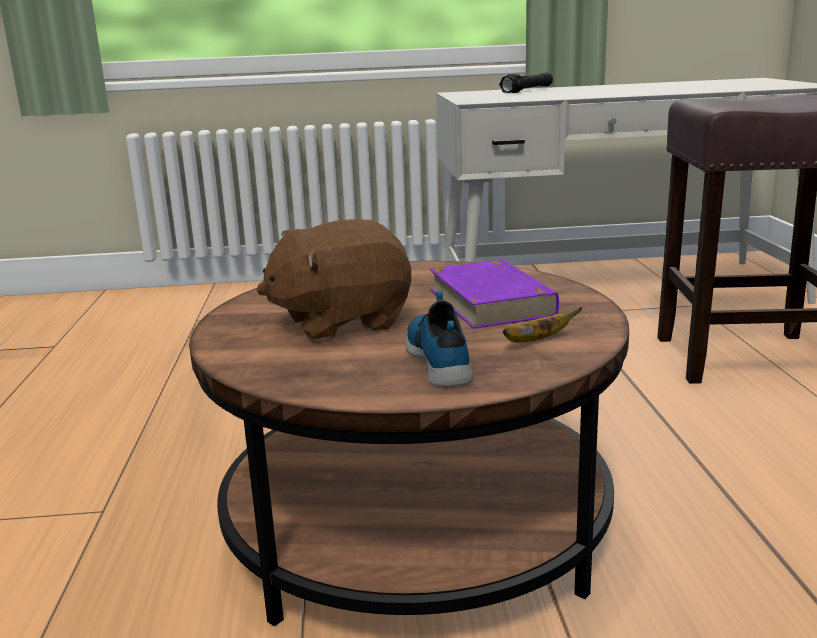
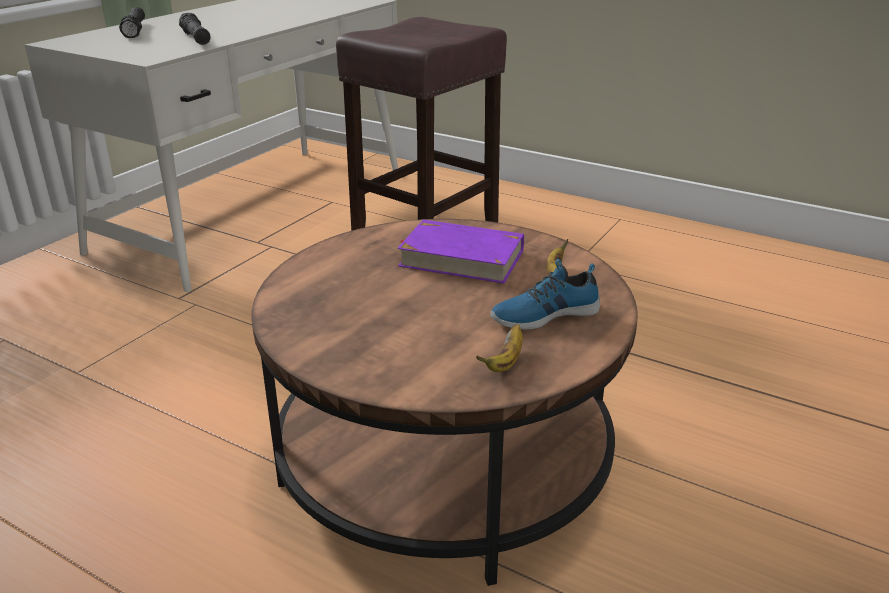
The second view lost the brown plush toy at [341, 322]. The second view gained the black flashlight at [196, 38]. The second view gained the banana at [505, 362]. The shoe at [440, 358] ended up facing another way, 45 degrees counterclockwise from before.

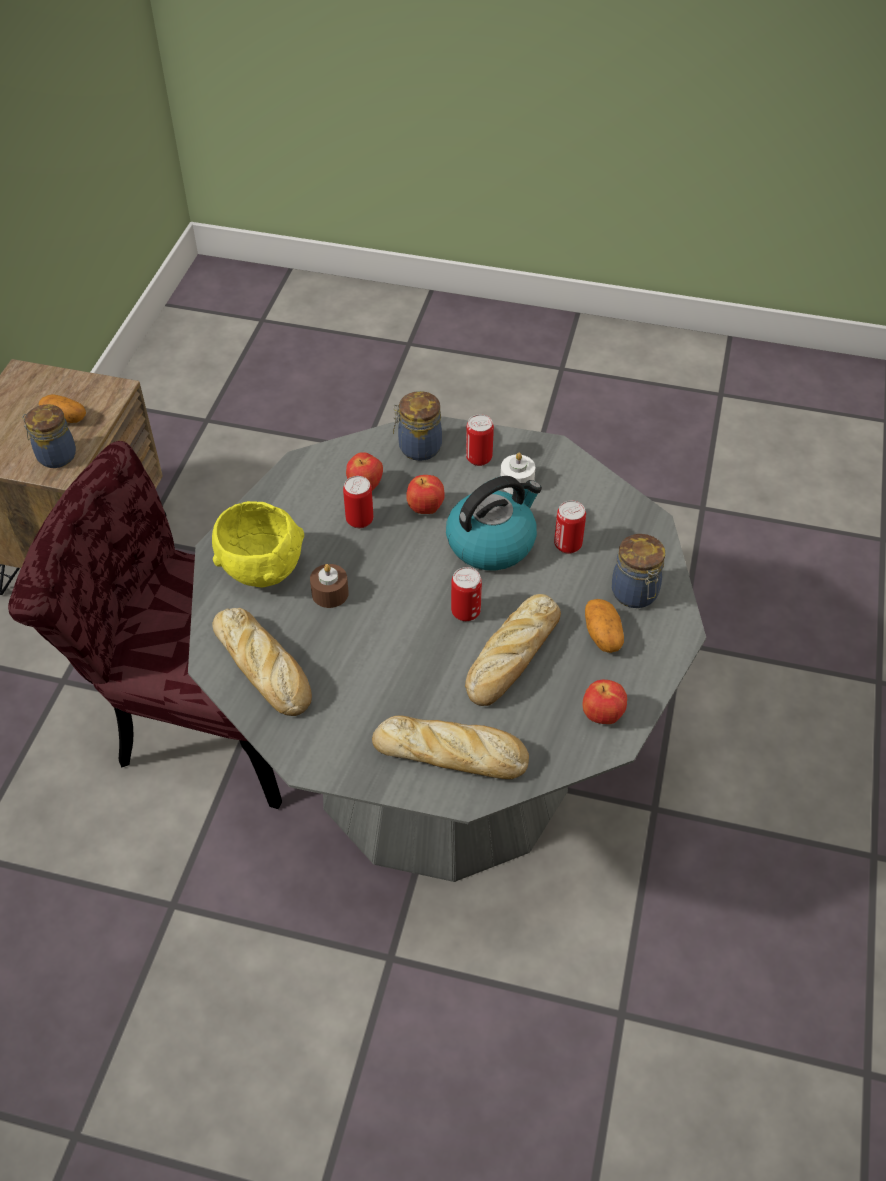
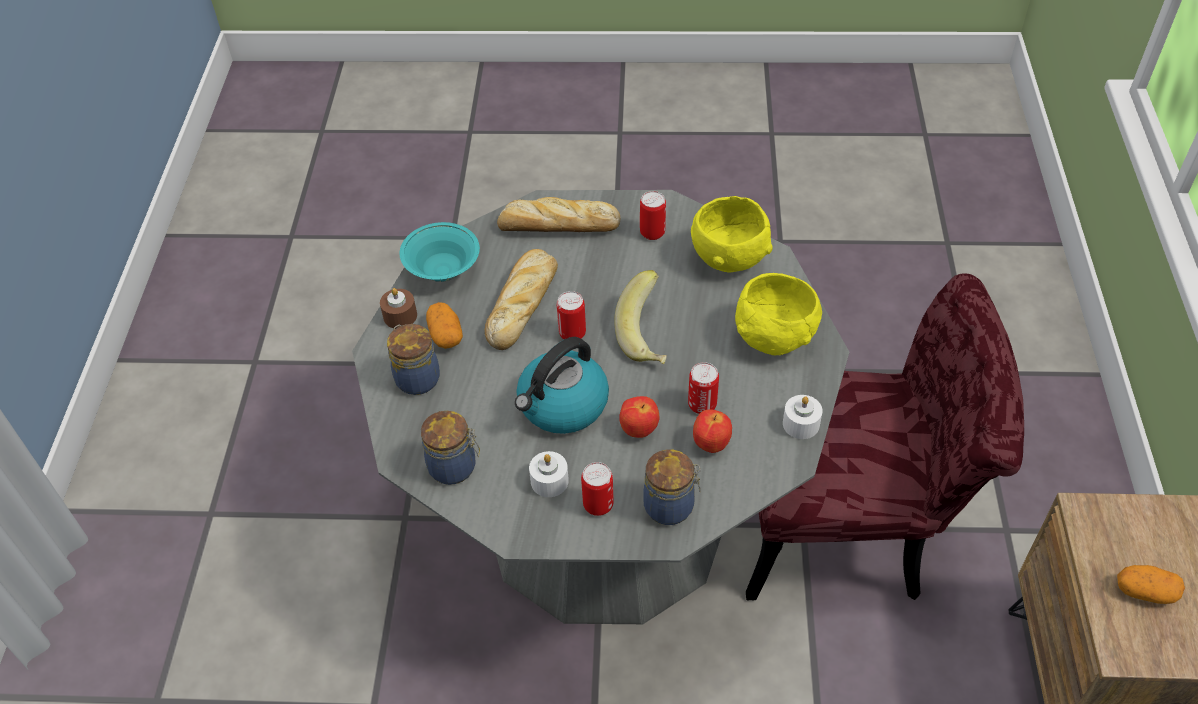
The second view gained the banana at [649, 336]. The second view gained the white candle at [801, 424]. The jar ended up elsewhere, having gone from [55, 456] to [454, 467]. The brown candle ended up elsewhere, having gone from [330, 593] to [400, 316]. The can ended up elsewhere, having gone from [567, 545] to [652, 233]. Where the bread stood at [264, 668], the yellow bowl came to stand at [728, 259]. Where the apple stood at [602, 716], the turquoise bowl came to stand at [443, 271].

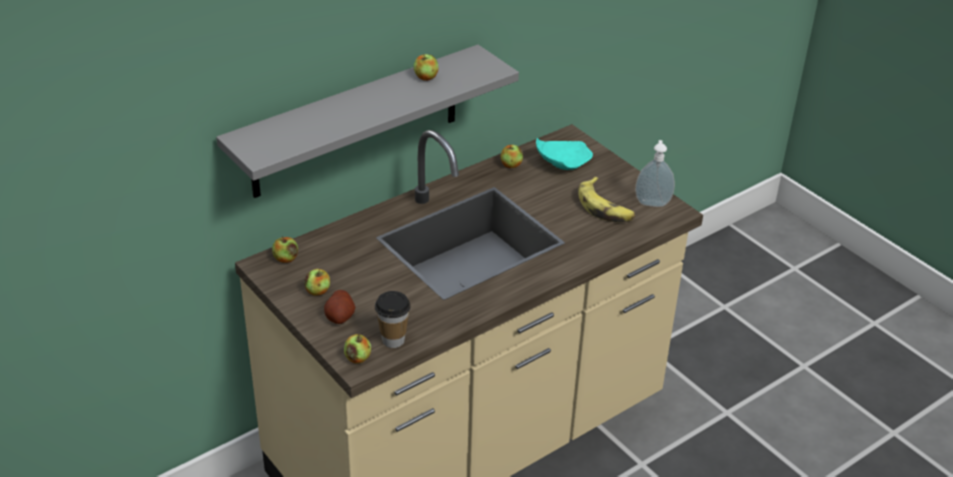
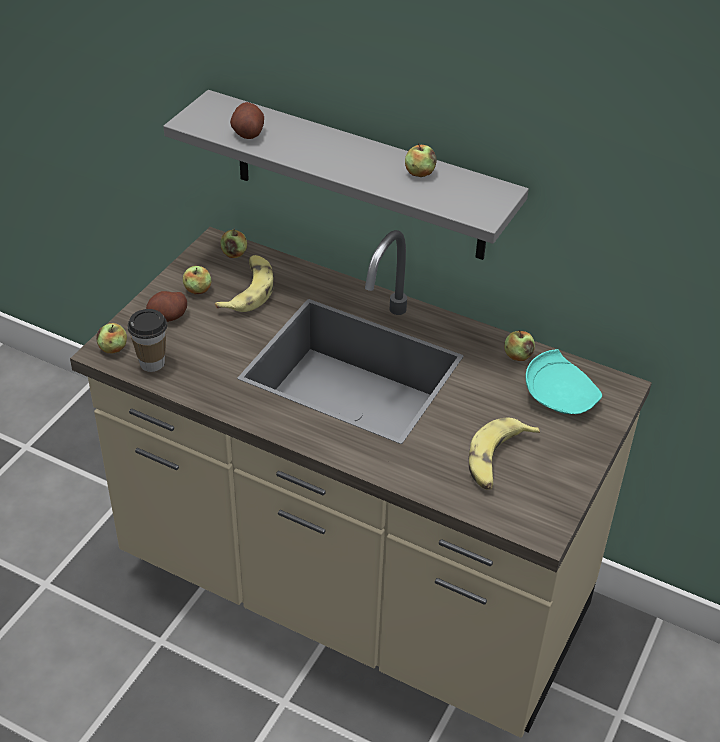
The second view lost the soap dispenser at [652, 202]. The second view gained the banana at [248, 291]. The second view gained the potato at [248, 133].

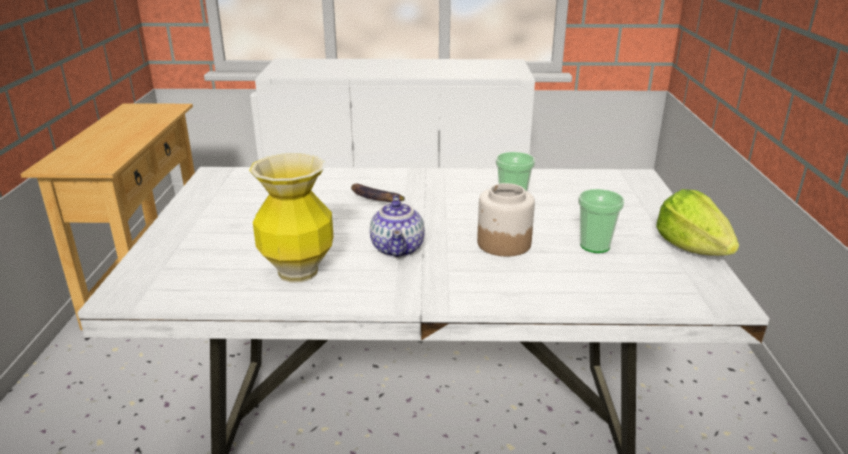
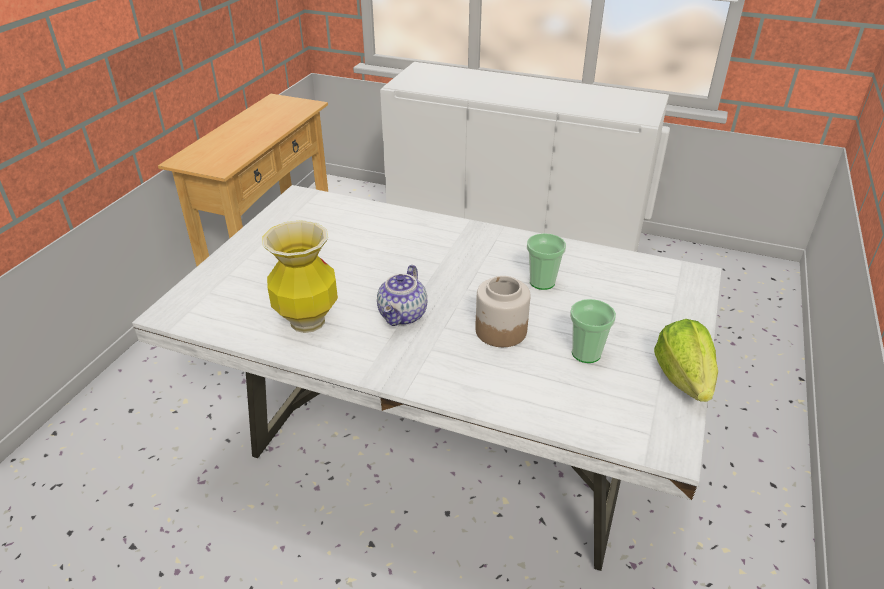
The second view lost the banana at [374, 198].

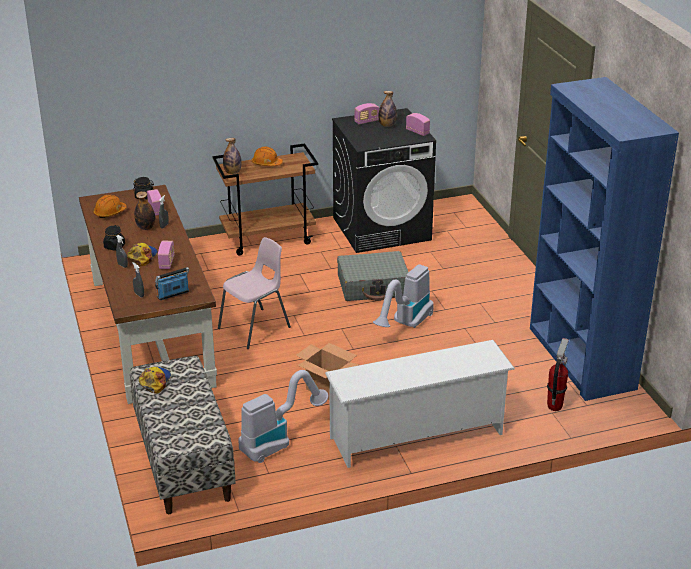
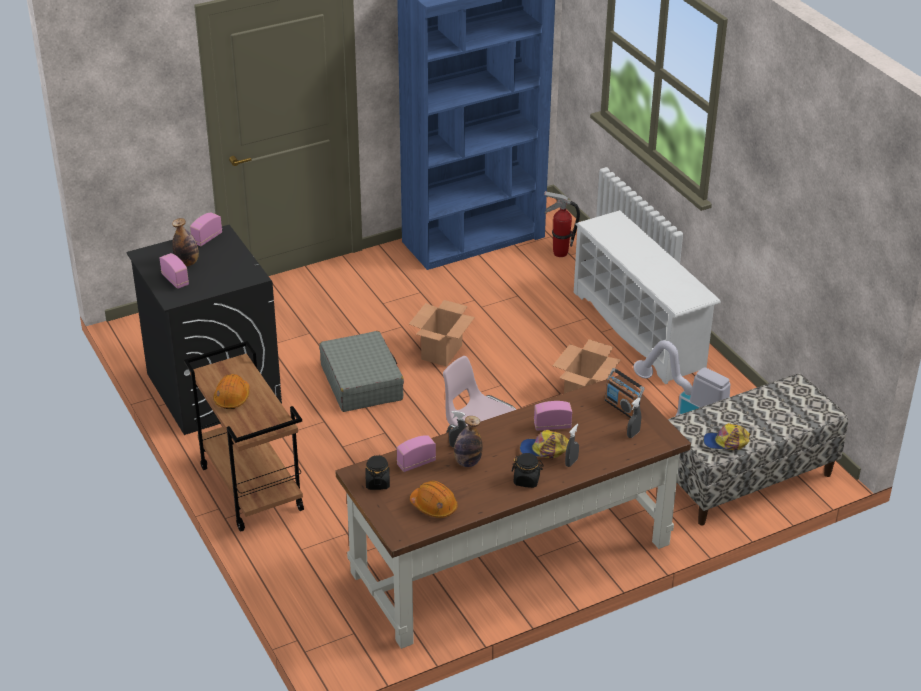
The second view lost the bottle at [232, 172]. Where the vacuum cleaner stood at [405, 325], the cardboard box came to stand at [441, 352].

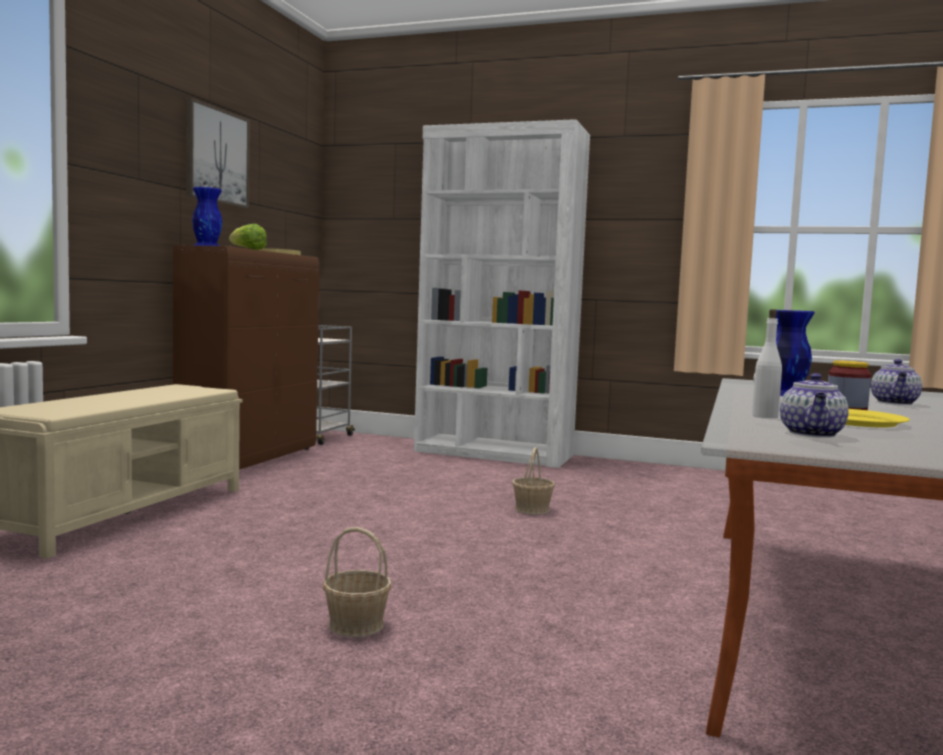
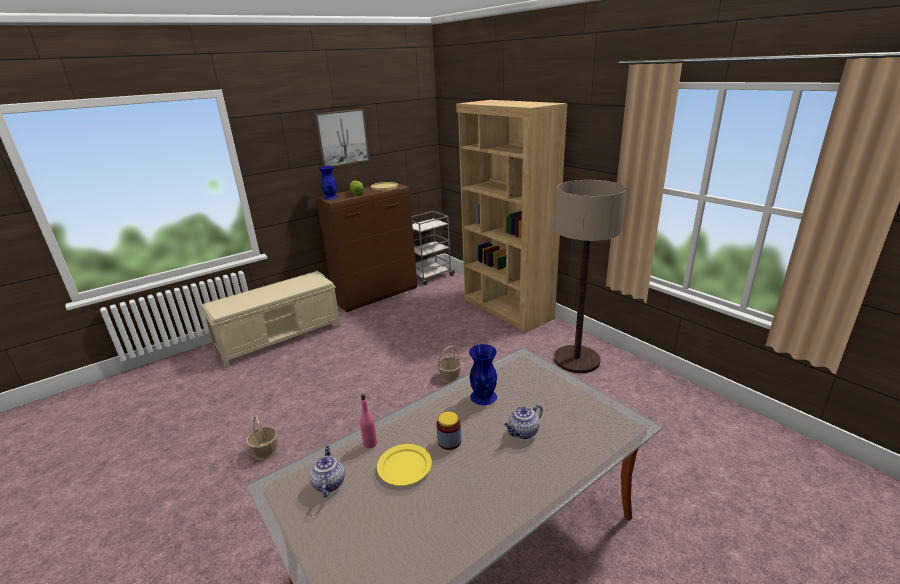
The second view gained the floor lamp at [576, 360]. What was the white bookcase at [494, 453] turned into the brown bookcase at [507, 309]. What was the white bottle at [764, 416] turned into the pink bottle at [370, 443]. The teapot at [812, 434] ended up facing another way, 120 degrees clockwise from before.

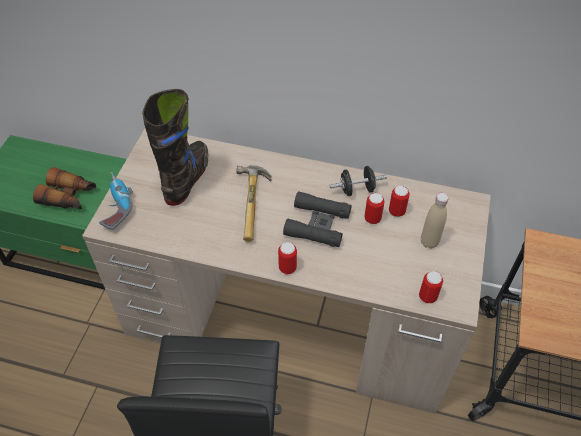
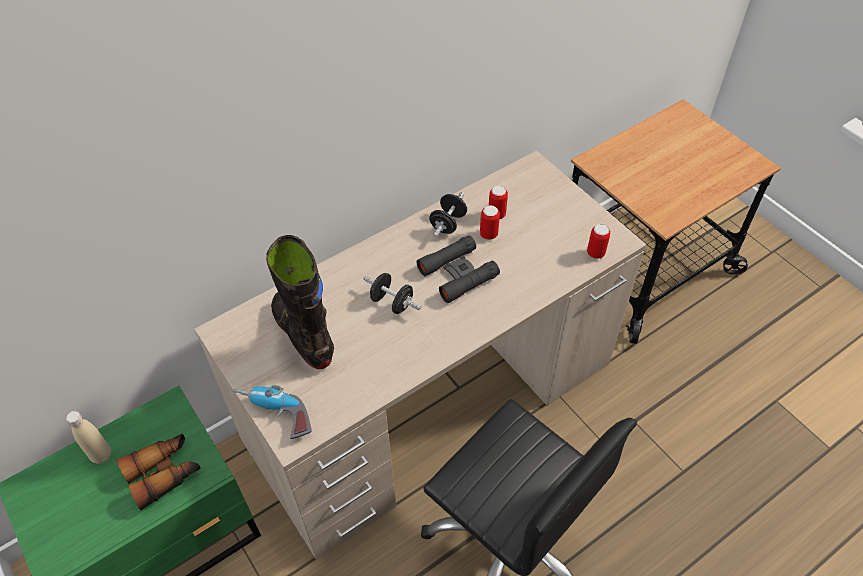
The second view lost the can at [287, 268]. The beige bottle ended up elsewhere, having gone from [429, 242] to [101, 455]. Where the hammer stood at [255, 205], the black dumbbell came to stand at [392, 302].

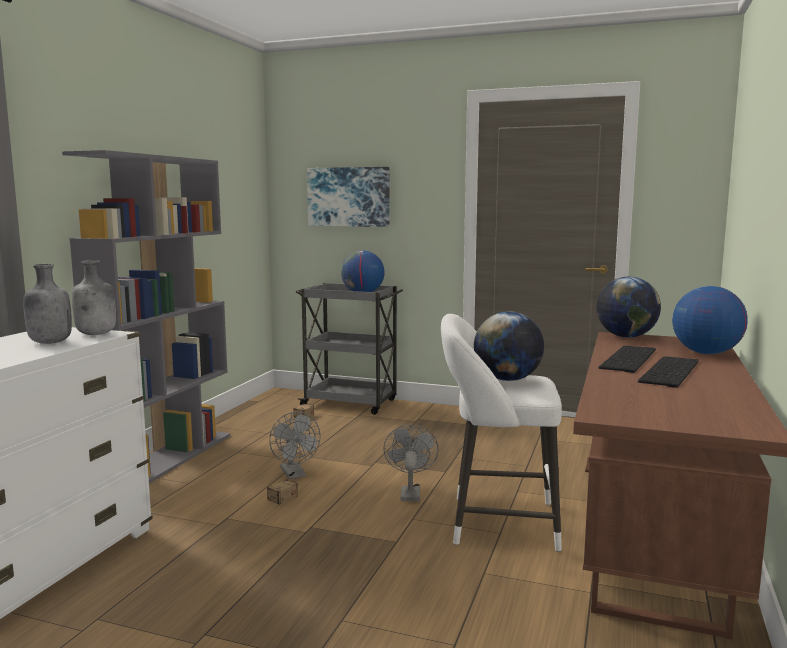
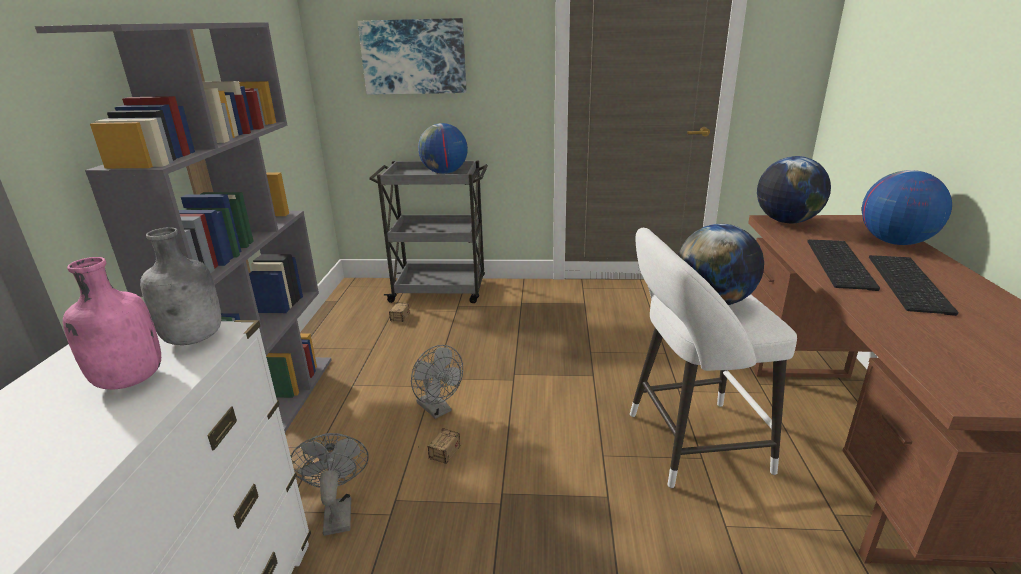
The grey fan ended up elsewhere, having gone from [410, 492] to [337, 511]. What was the grey bottle at [49, 342] turned into the pink bottle at [128, 381].

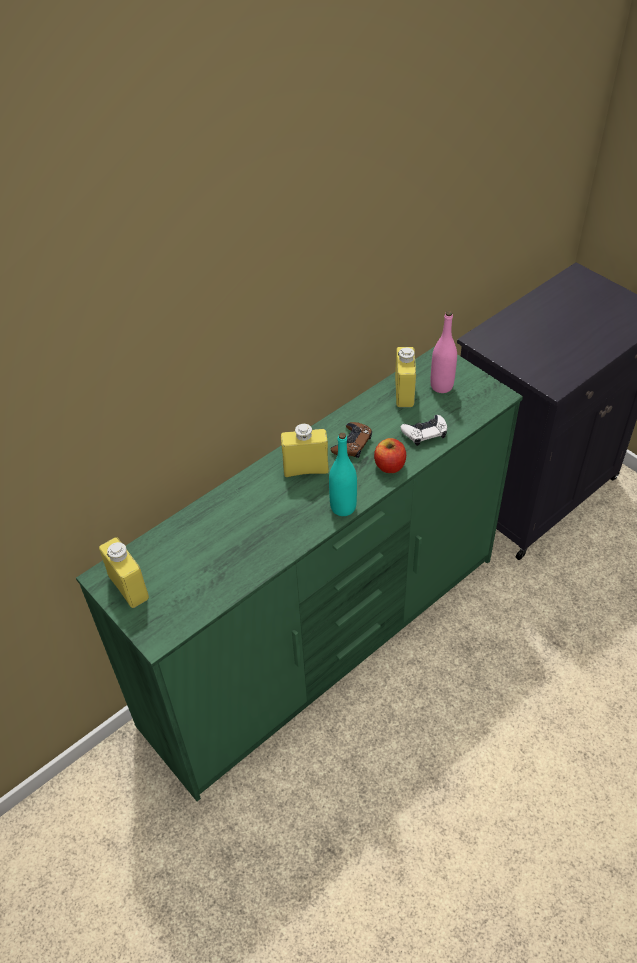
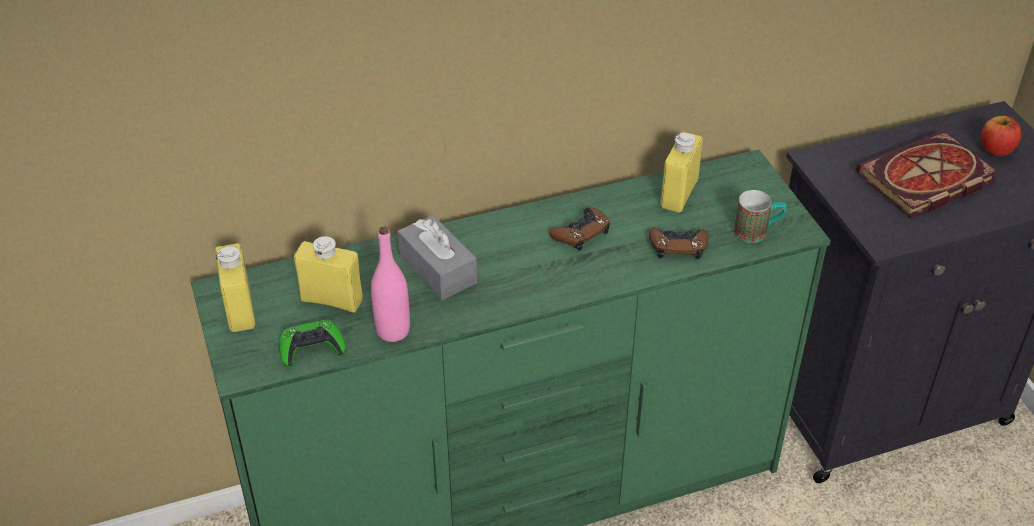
The second view lost the turquoise bottle at [343, 507]. The second view gained the green game controller at [311, 348]. The second view gained the grey tissue box at [438, 269]. The second view gained the mug at [757, 232]. The second view gained the book at [925, 180]. The yellow bottle ended up elsewhere, having gone from [305, 469] to [331, 300]. The apple ended up elsewhere, having gone from [389, 466] to [996, 149]. The pink bottle ended up elsewhere, having gone from [441, 386] to [393, 331]. What was the white game controller at [425, 432] turned into the brown game controller at [678, 246].

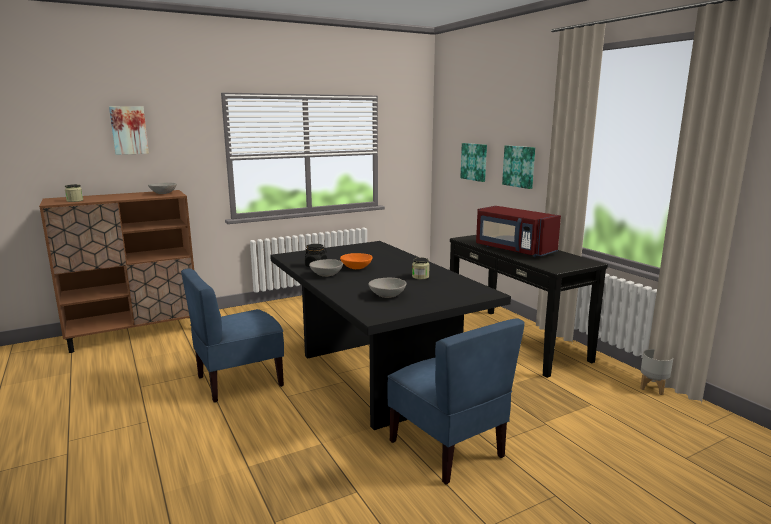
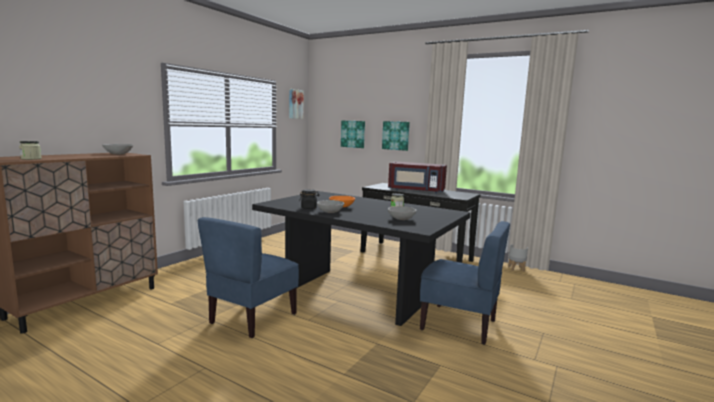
The picture ended up elsewhere, having gone from [129, 130] to [295, 104].

